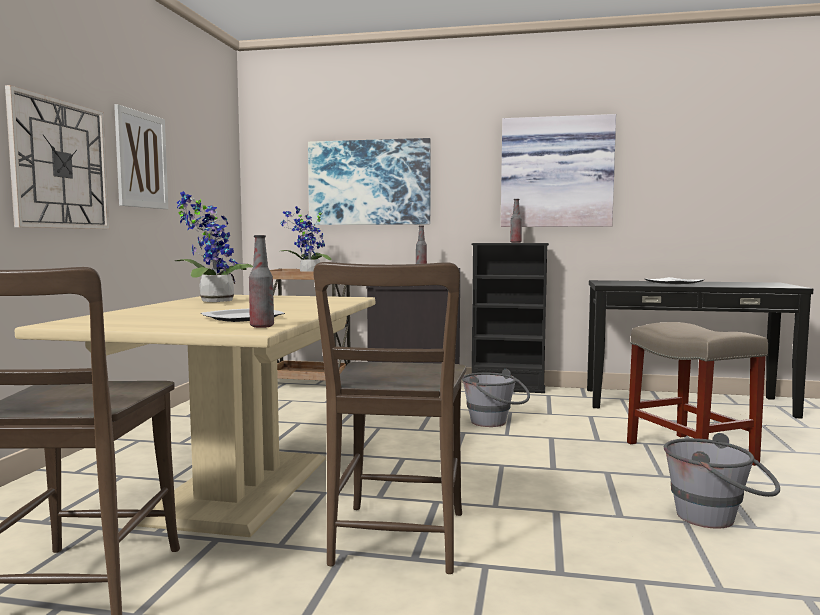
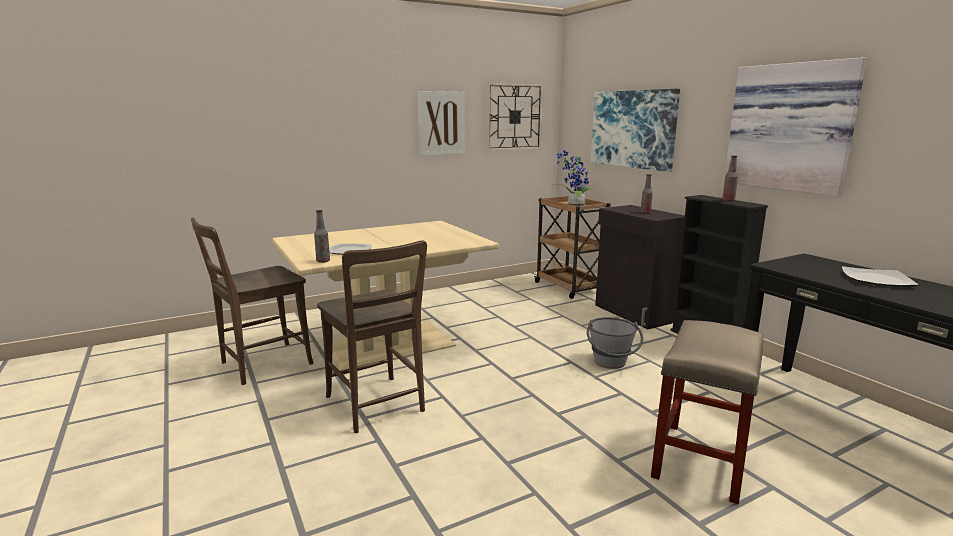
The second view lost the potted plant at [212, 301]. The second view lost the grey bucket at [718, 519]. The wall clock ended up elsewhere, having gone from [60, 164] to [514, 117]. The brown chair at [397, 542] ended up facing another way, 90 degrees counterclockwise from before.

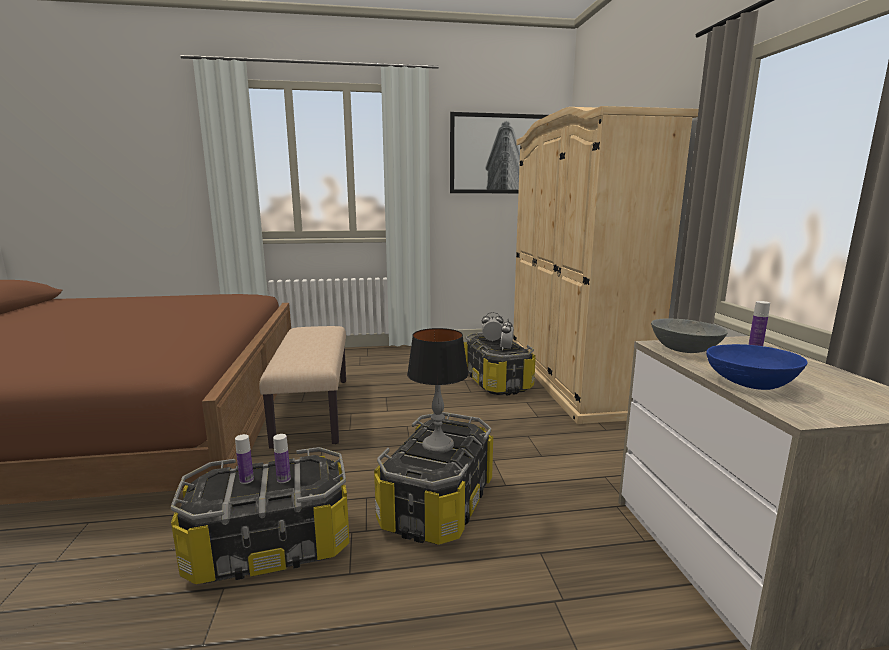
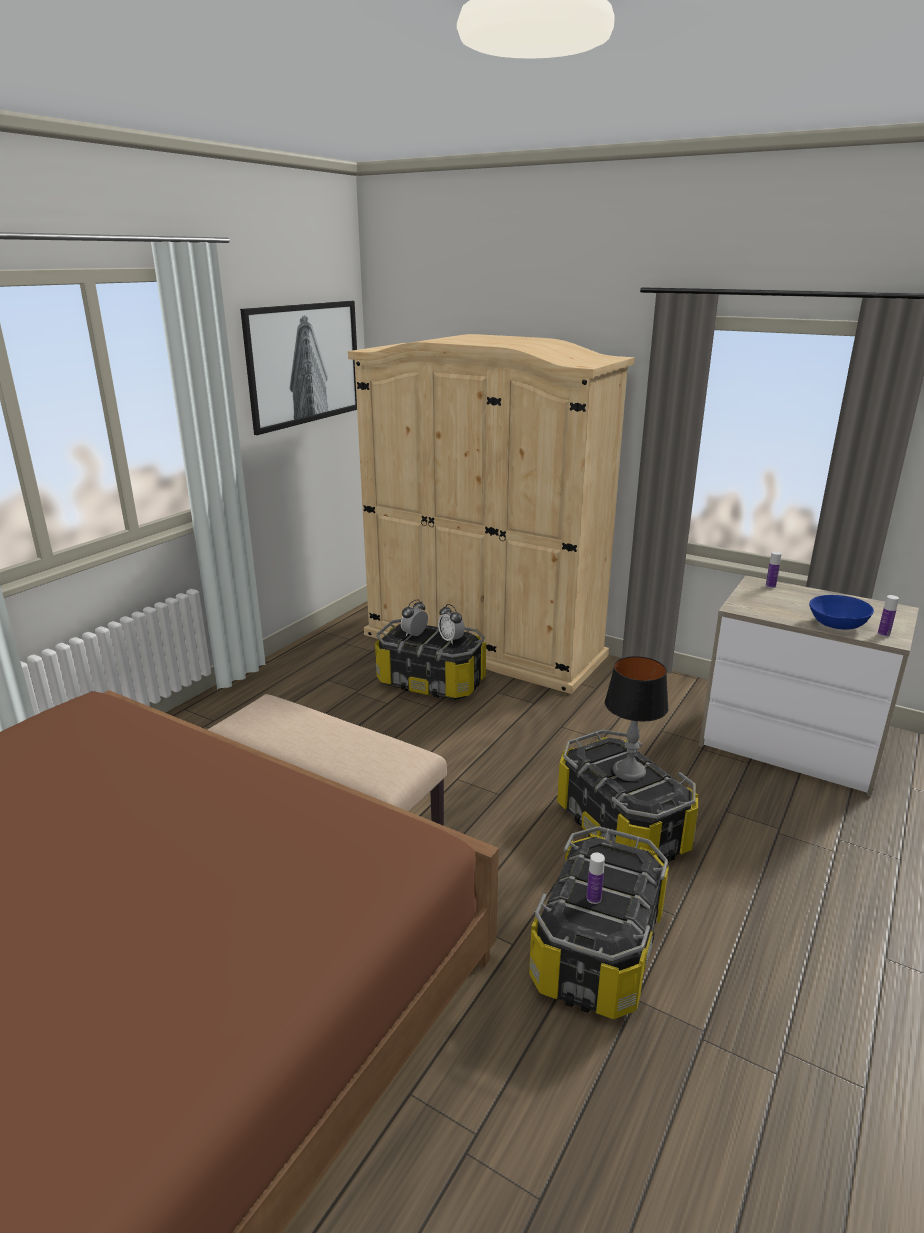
The second view lost the grey bowl at [685, 350]. The bottle ended up elsewhere, having gone from [283, 479] to [883, 634].

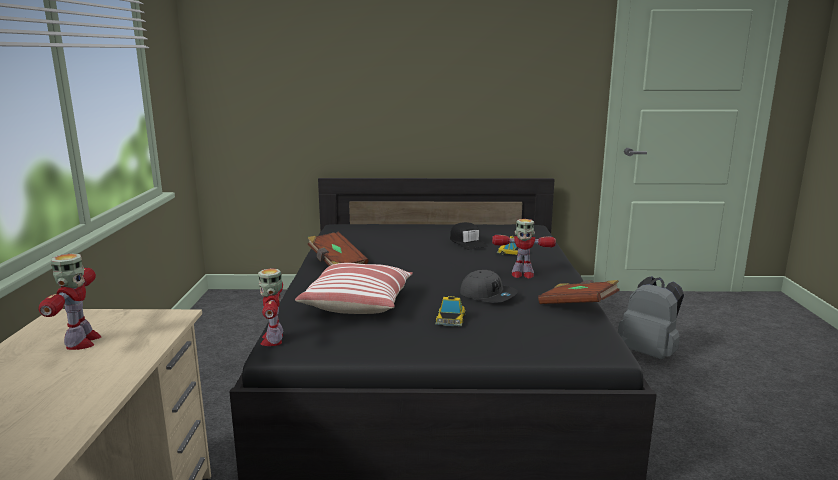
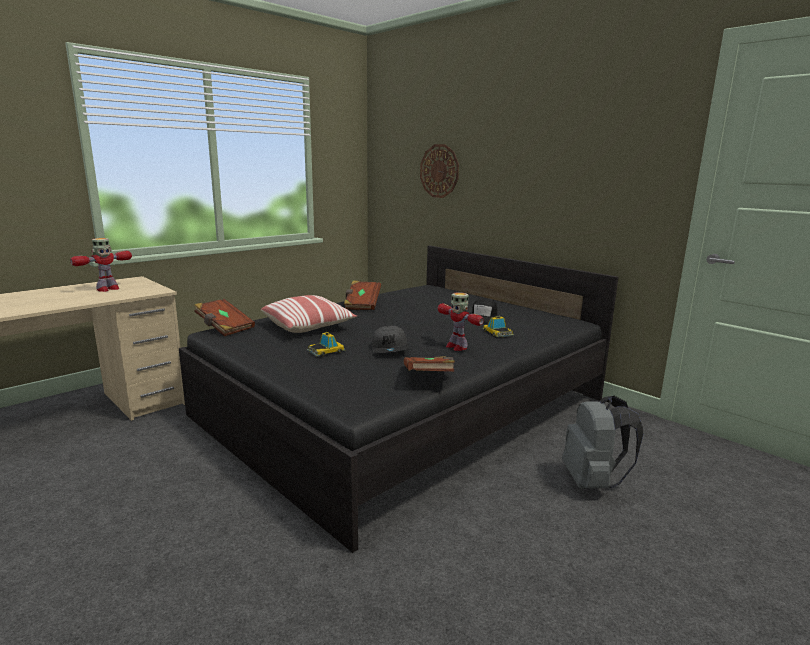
The second view gained the wall clock at [439, 171]. Where the toy robot stood at [273, 339], the brown book came to stand at [224, 328].

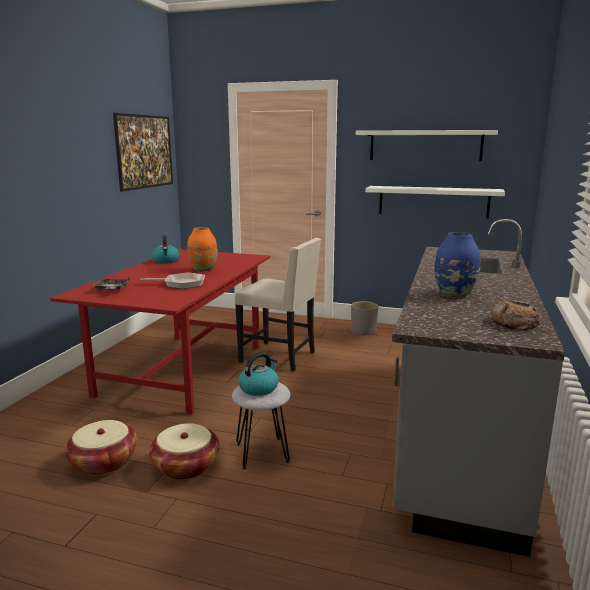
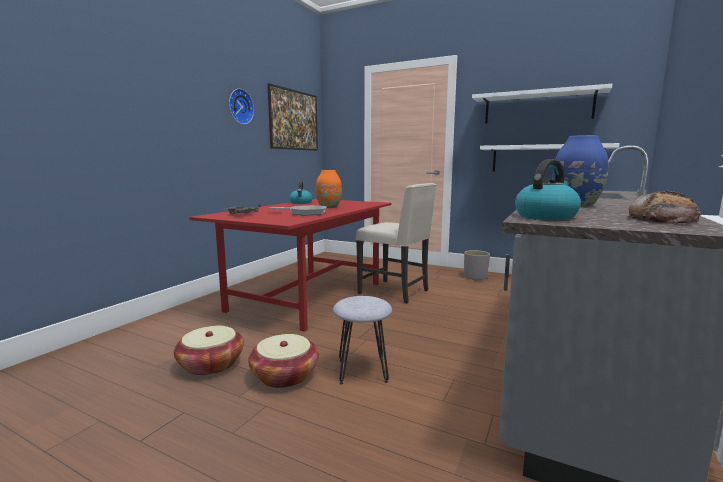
The second view gained the wall clock at [239, 106]. The kettle ended up elsewhere, having gone from [259, 388] to [546, 216].

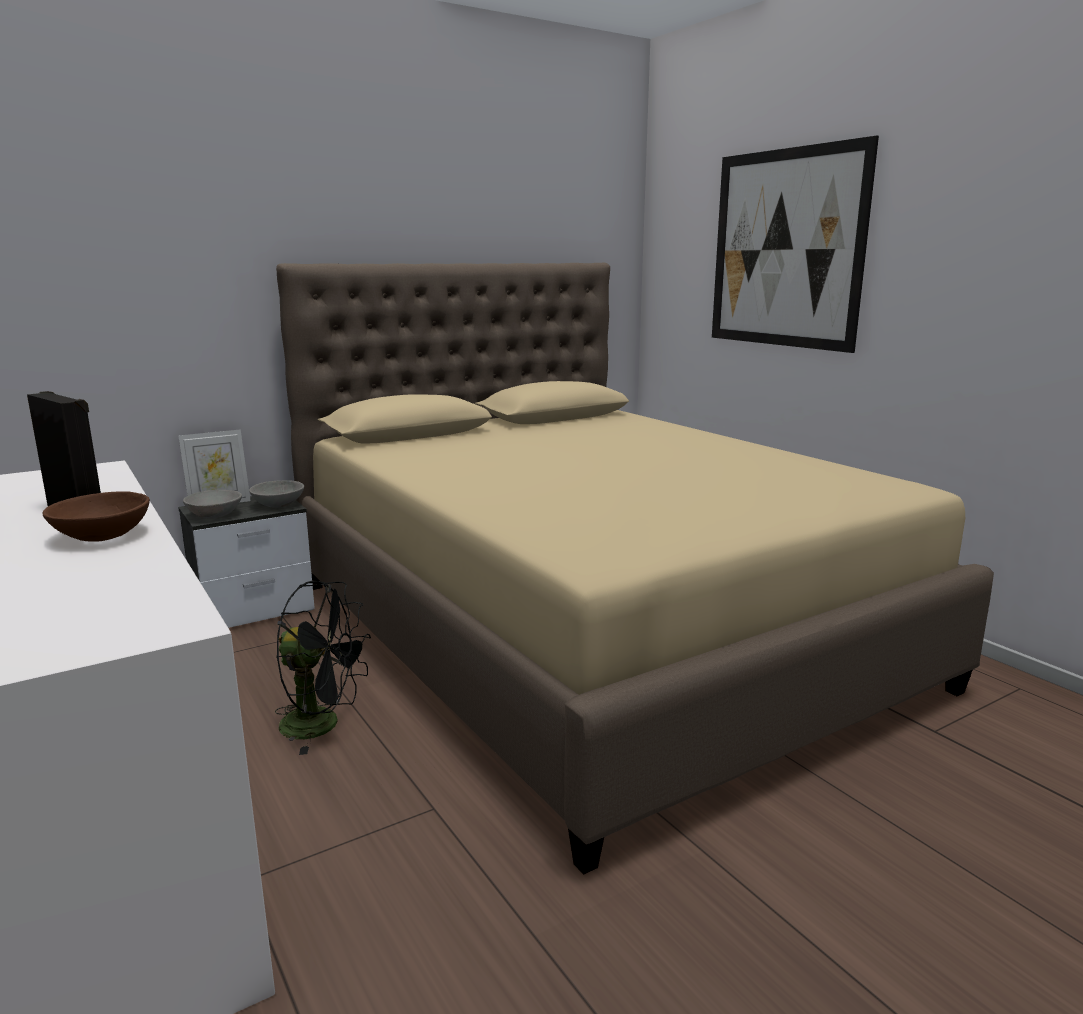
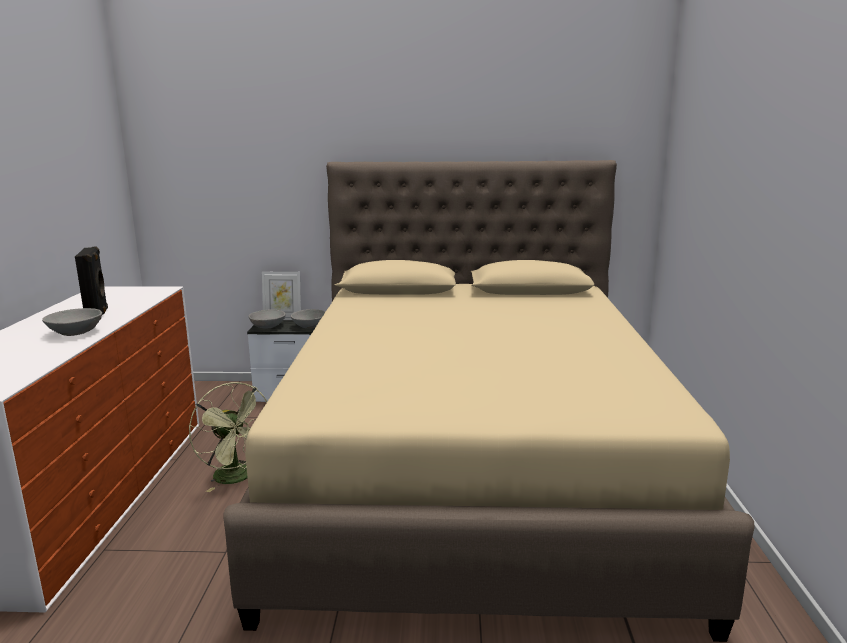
The second view lost the picture at [785, 249]. What was the brown bowl at [103, 536] turned into the grey bowl at [75, 333]. What was the black fan at [323, 725] turned into the green fan at [238, 478].

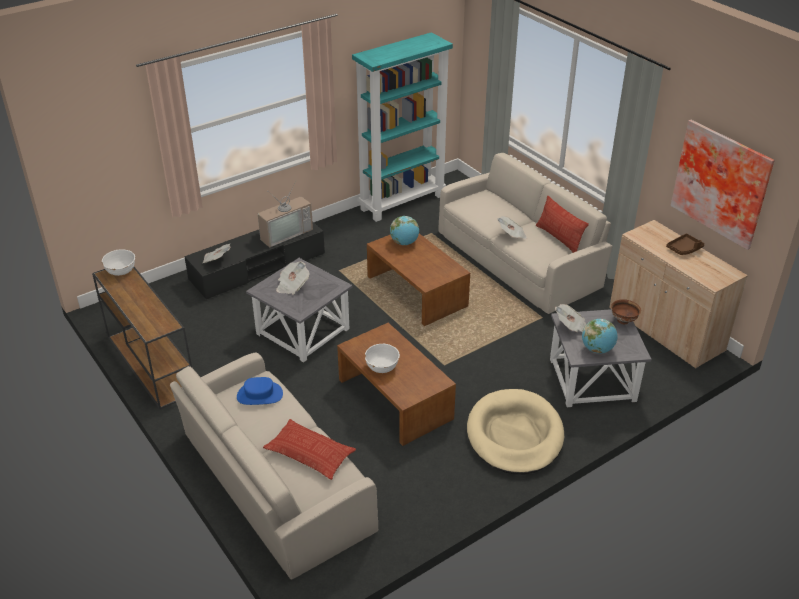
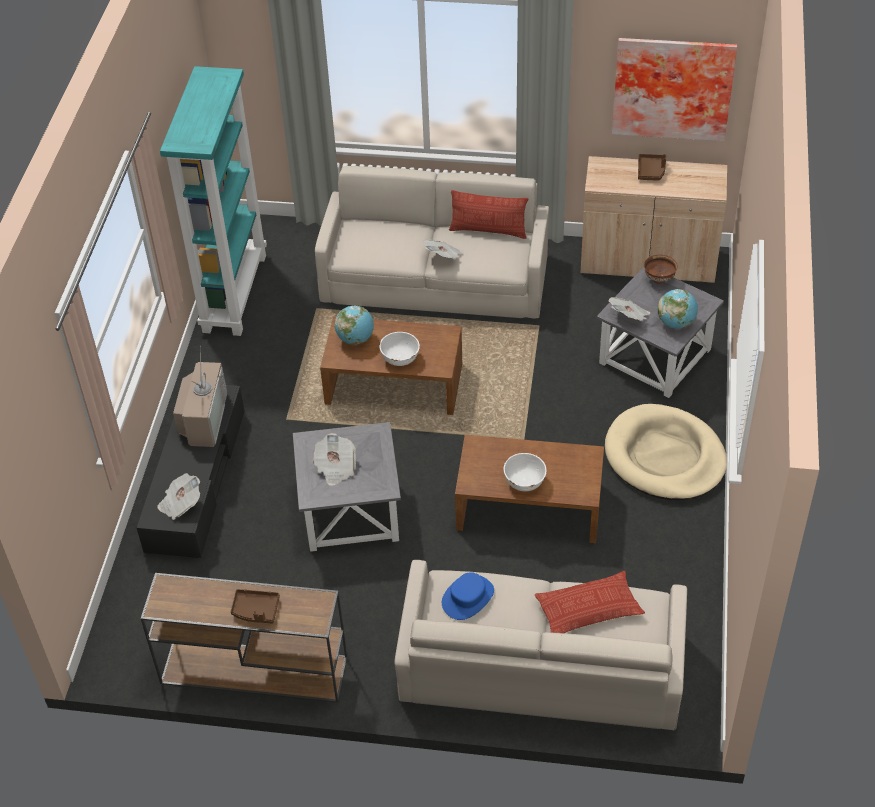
The second view gained the brown tray at [255, 610]. The white bowl ended up elsewhere, having gone from [121, 271] to [400, 358].

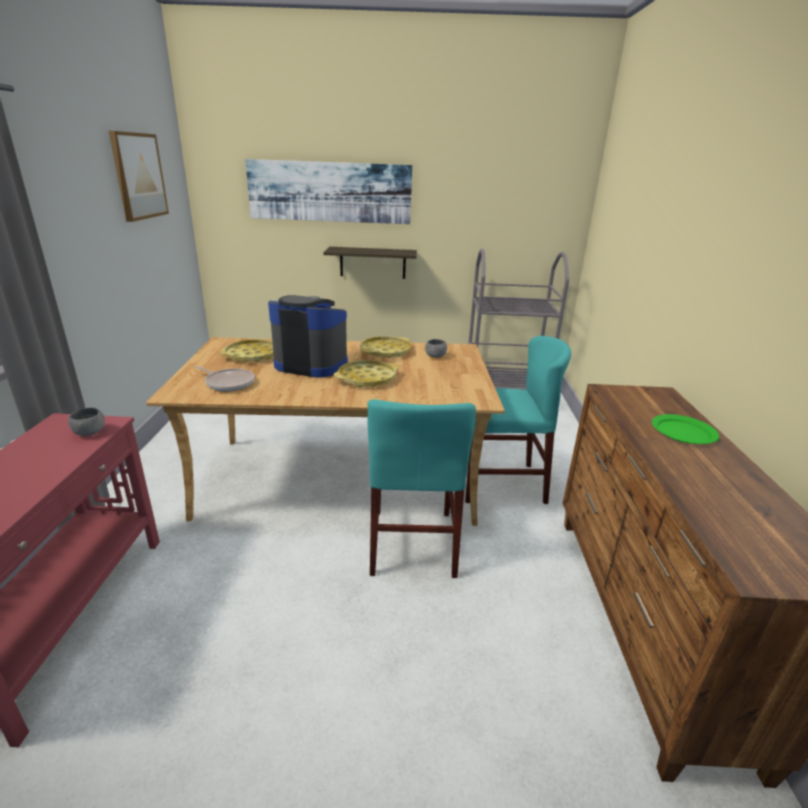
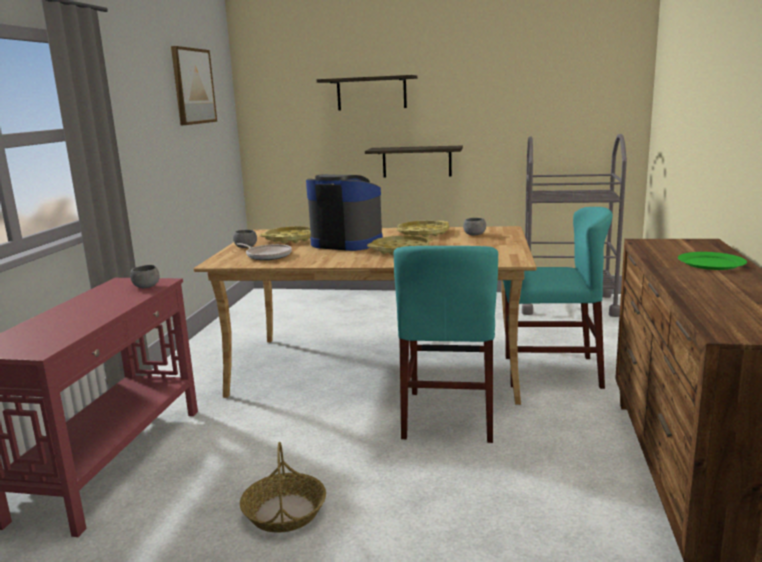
The second view gained the grey bowl at [246, 247]. The second view gained the basket at [284, 512]. Where the picture hung at [330, 192], the shelf came to hang at [371, 93].

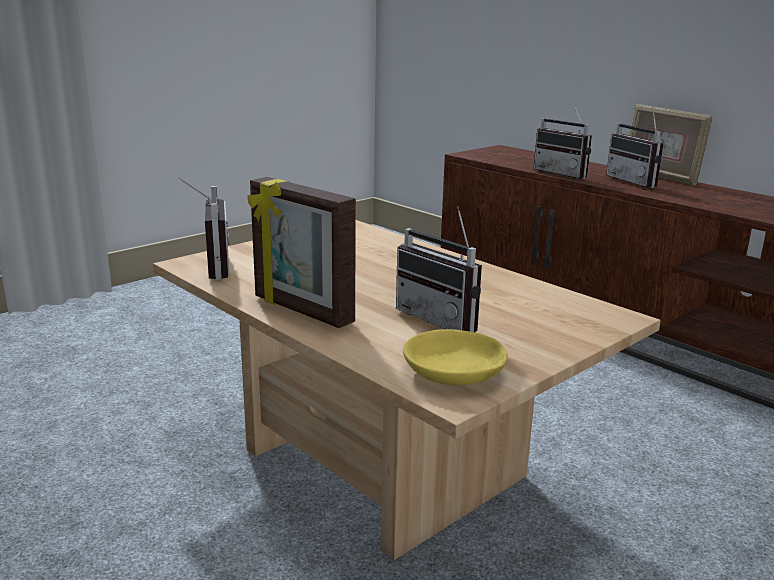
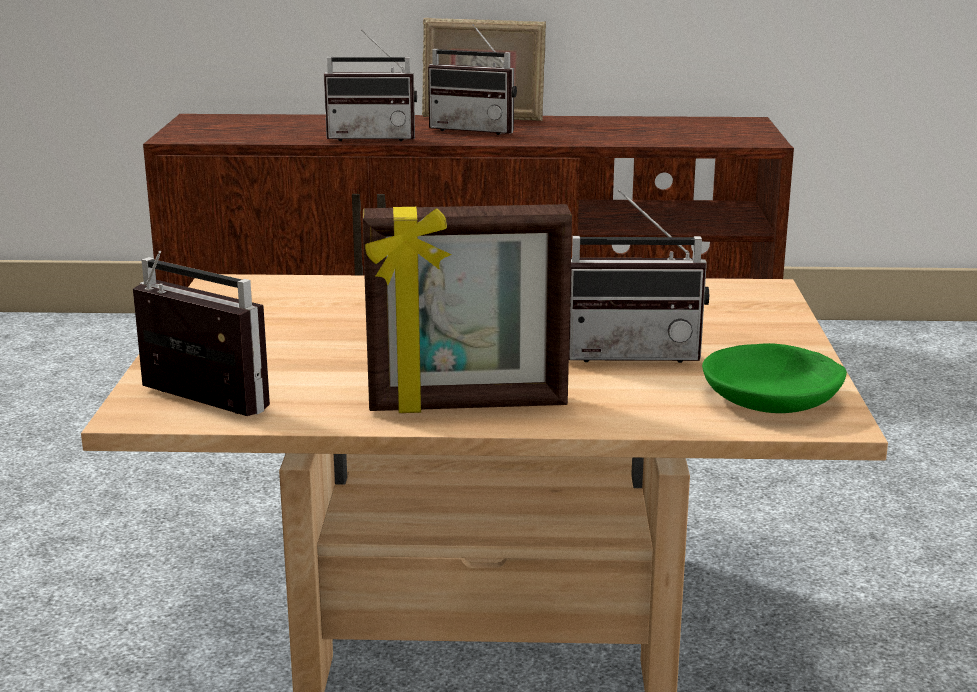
What was the yellow bowl at [455, 372] turned into the green bowl at [773, 398].

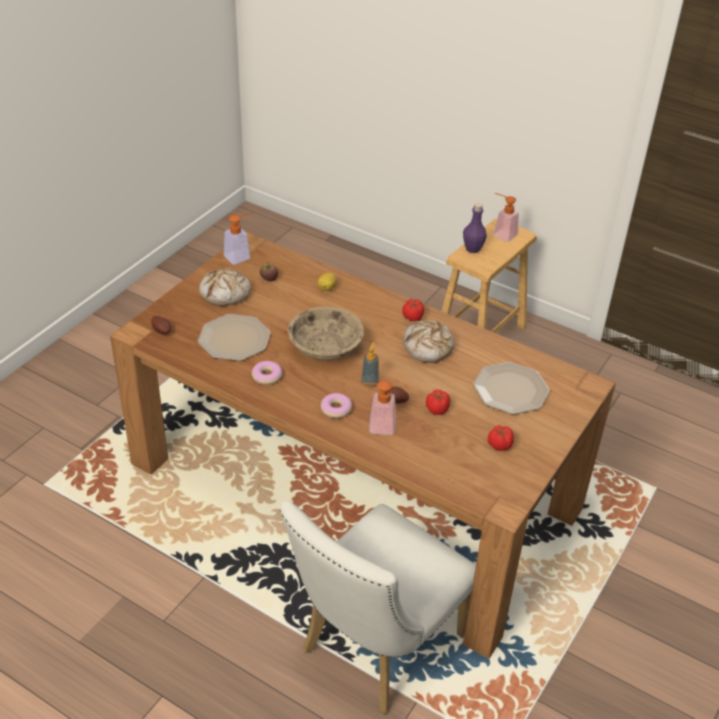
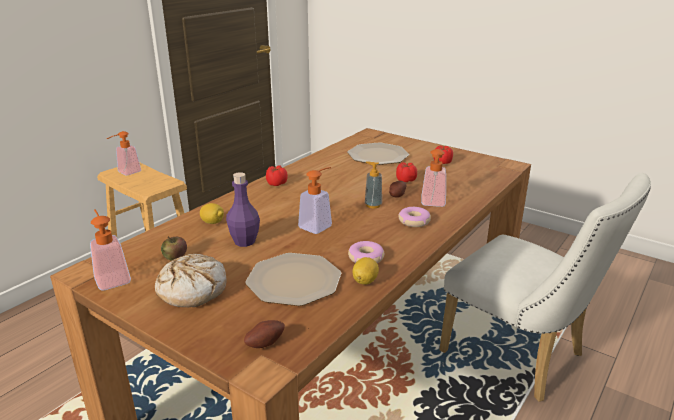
The second view lost the bread at [428, 347]. The second view gained the lemon at [365, 281]. The purple bottle ended up elsewhere, having gone from [472, 249] to [244, 241]. Where the beige bowl stood at [325, 348], the soap dispenser came to stand at [319, 225].

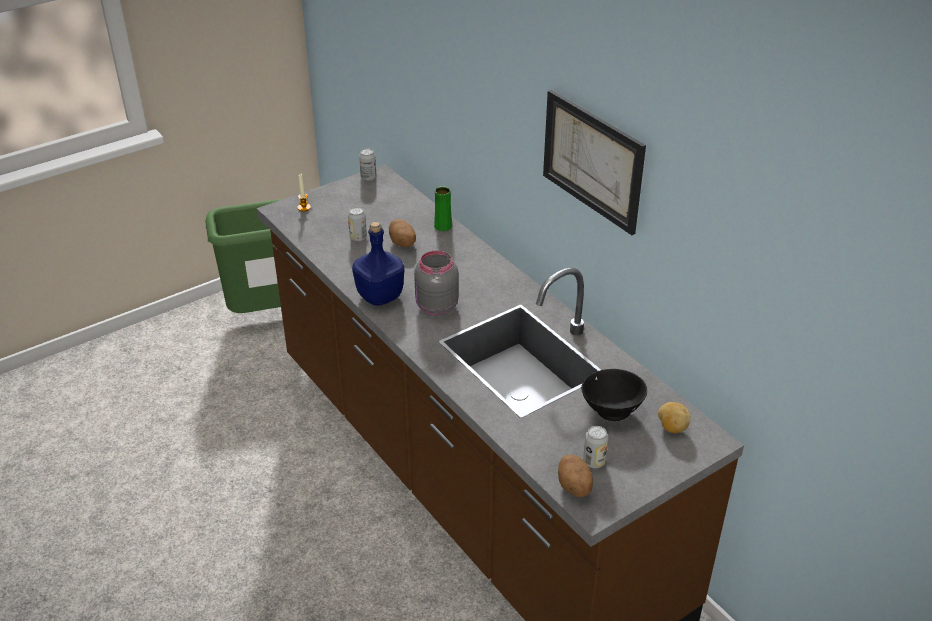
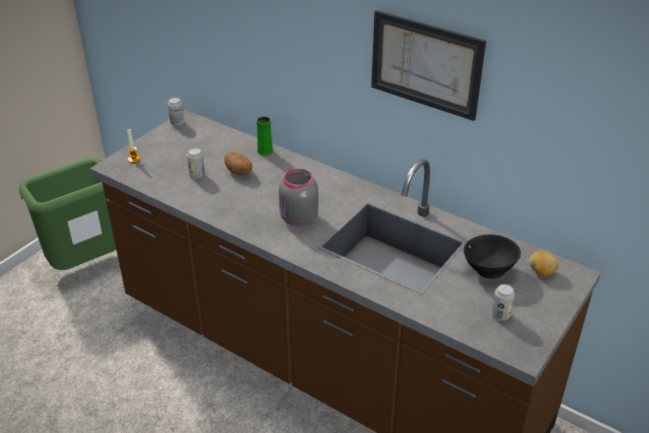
The second view lost the blue bottle at [380, 296]. The second view lost the potato at [574, 487].

